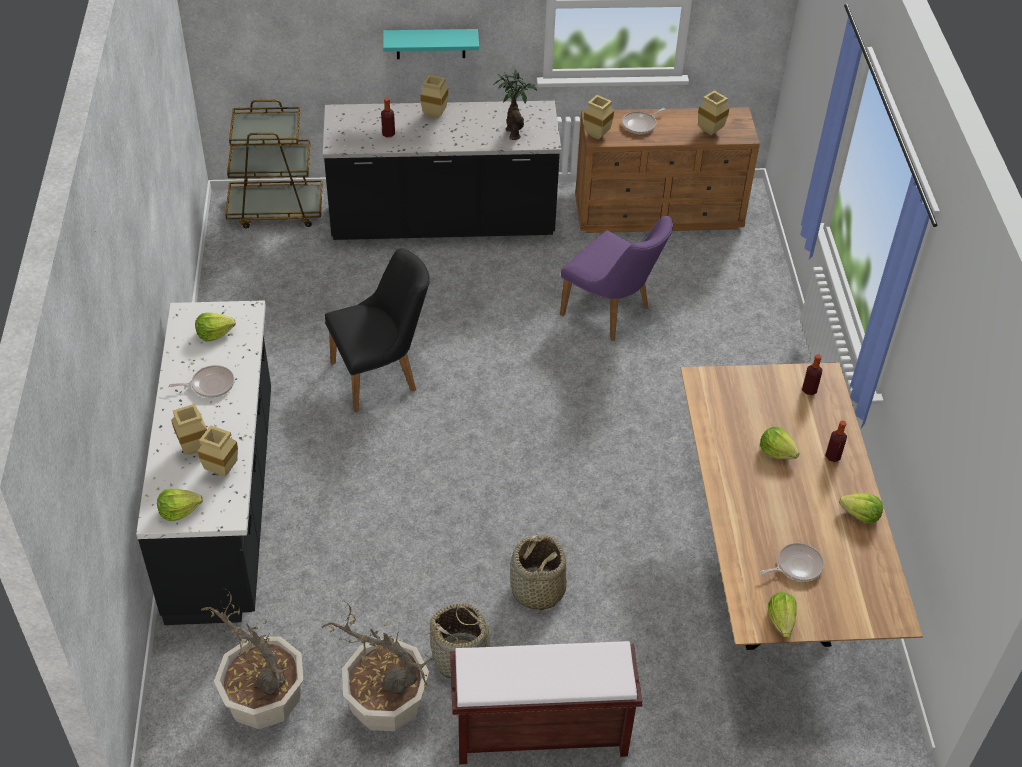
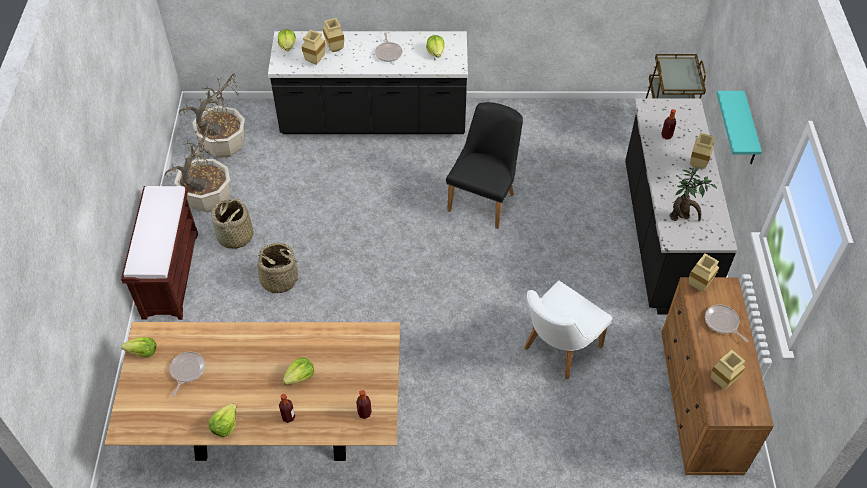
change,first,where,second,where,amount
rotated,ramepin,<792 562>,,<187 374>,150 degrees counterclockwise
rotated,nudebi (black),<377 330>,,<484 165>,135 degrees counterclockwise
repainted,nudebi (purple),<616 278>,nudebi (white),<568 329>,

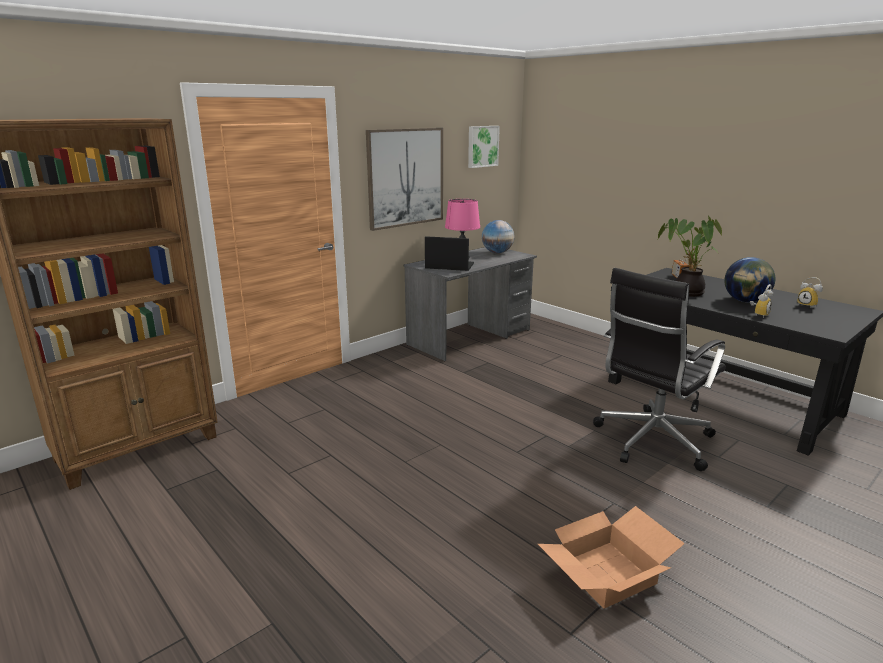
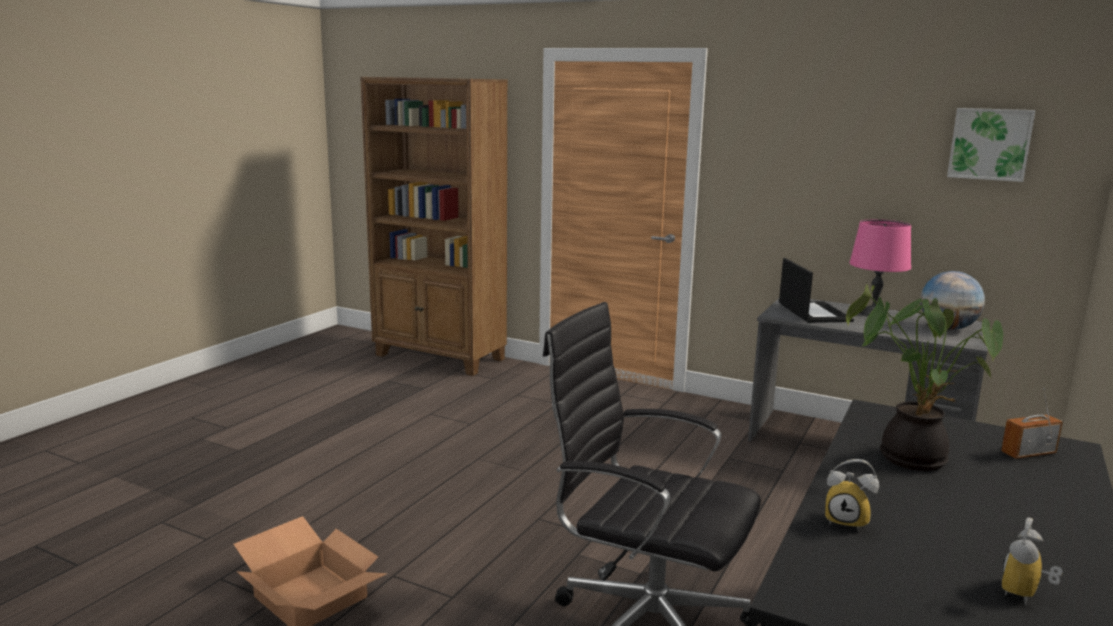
change,first,where,second,where,amount
gone,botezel,<404 179>,,,
gone,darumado,<749 279>,,,

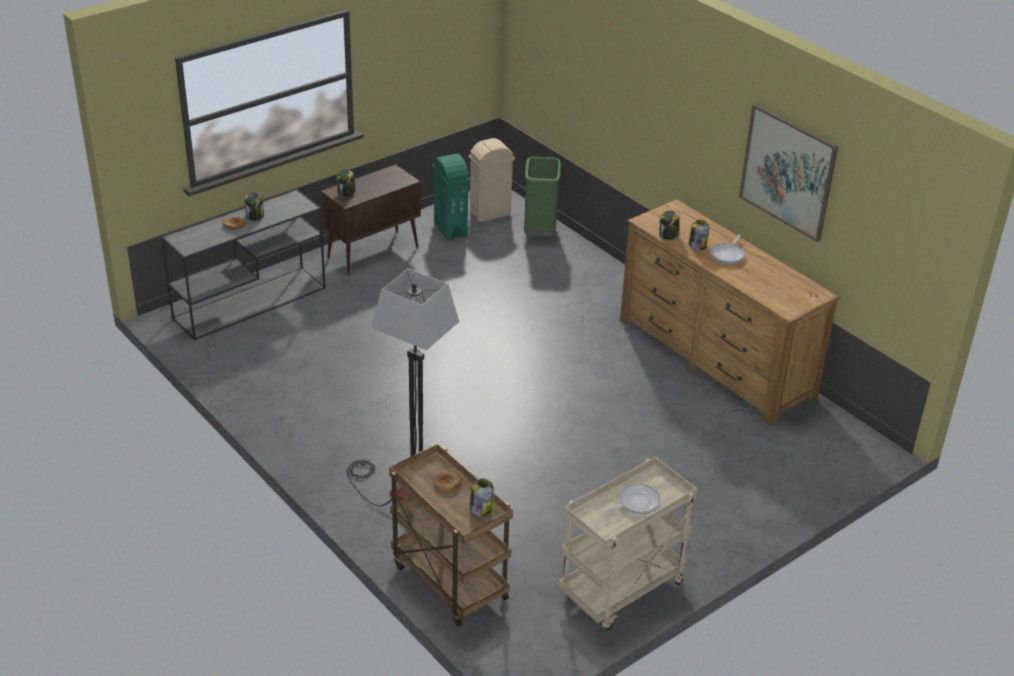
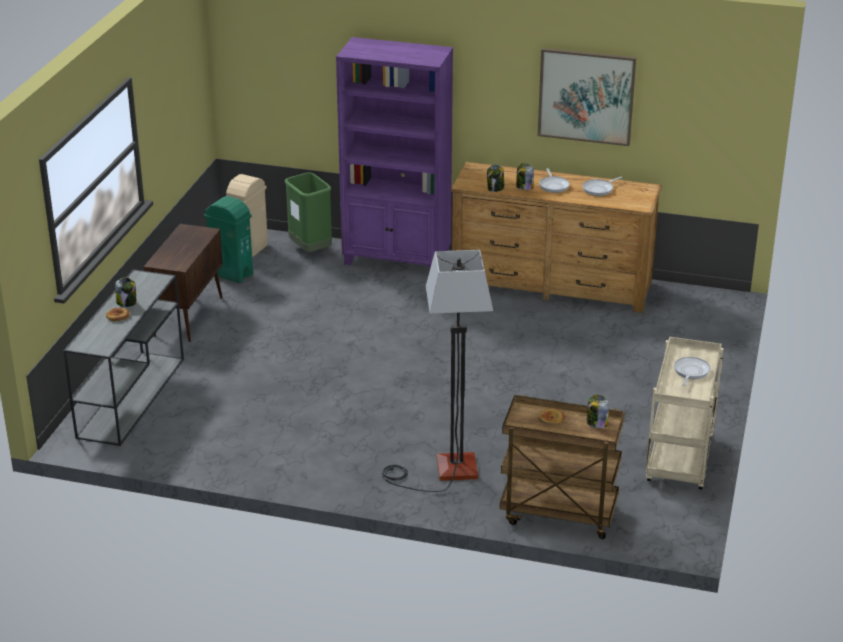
change,first,where,second,where,amount
new,,,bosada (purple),<394 153>,
new,,,ramepin,<602 186>,
gone,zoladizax,<346 183>,,,

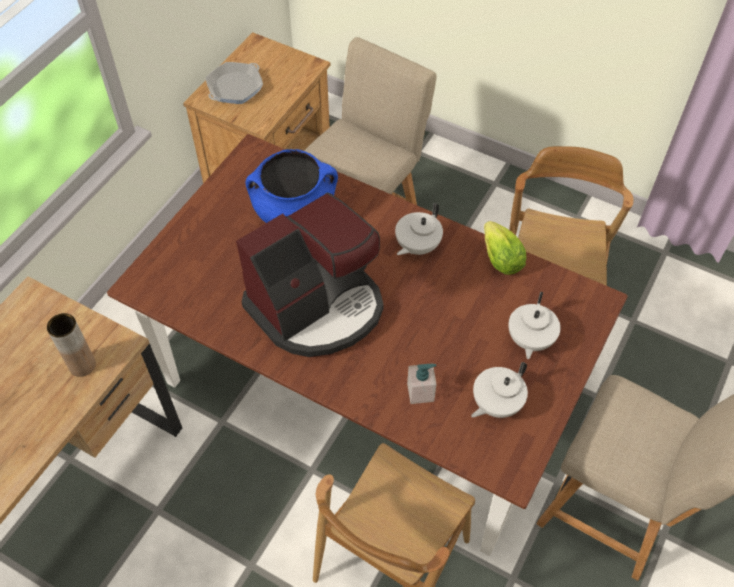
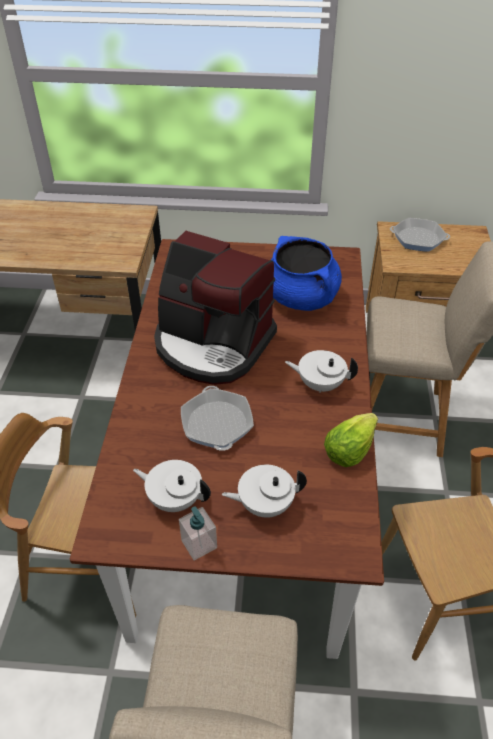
change,first,where,second,where,amount
shifted,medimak,<422 384>,,<198 533>,
new,,,ramepin,<217 418>,
gone,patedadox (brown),<71 345>,,,

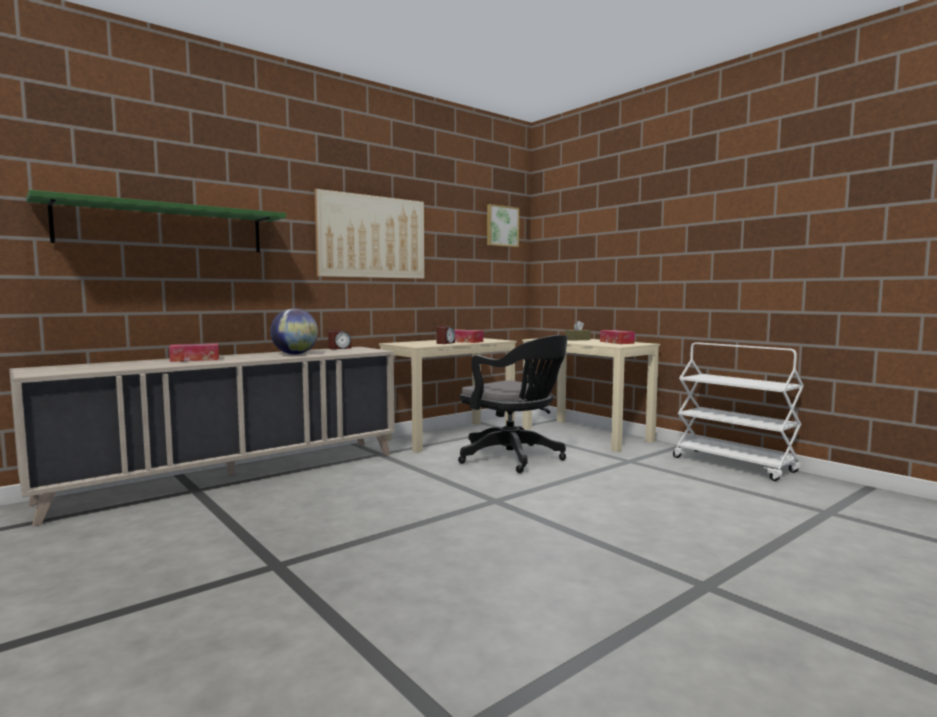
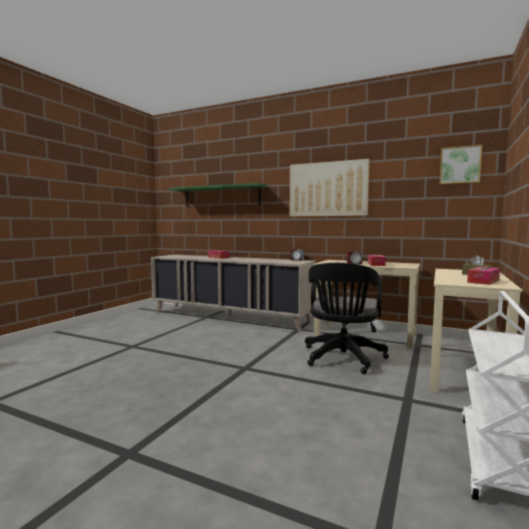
change,first,where,second,where,amount
gone,darumado,<294 331>,,,

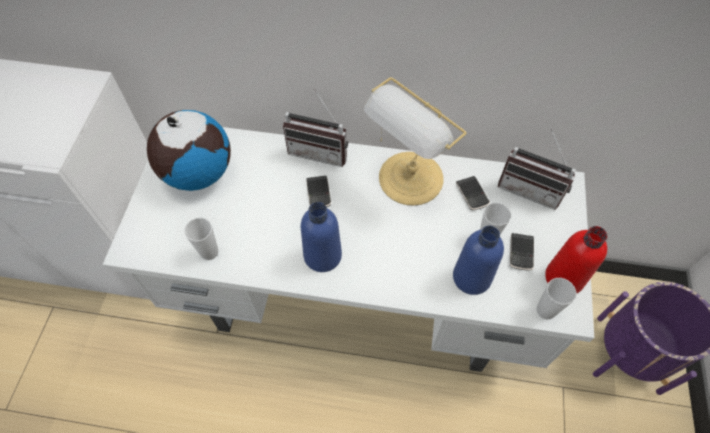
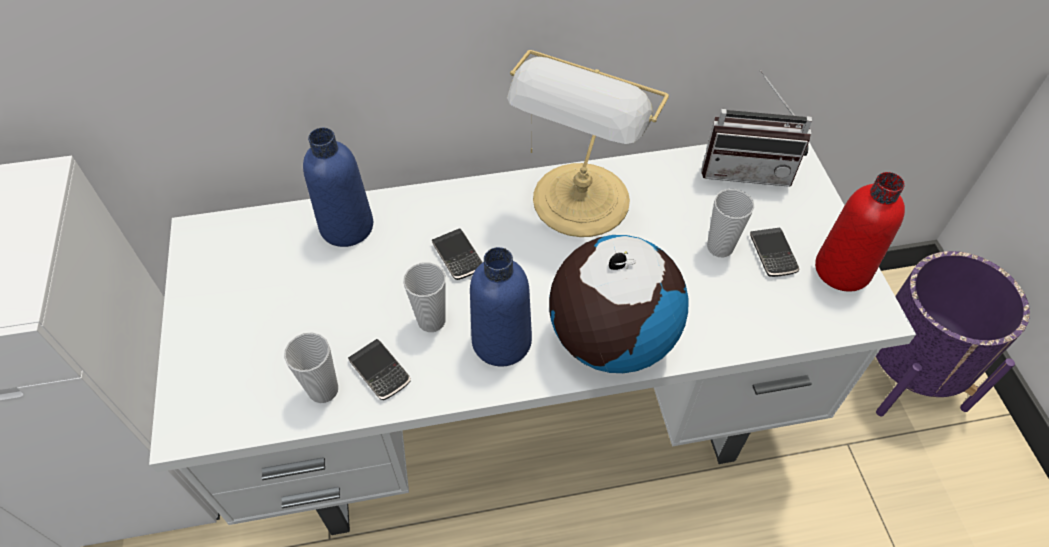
change,first,where,second,where,amount
shifted,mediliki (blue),<478 260>,,<338 187>,
shifted,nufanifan,<473 193>,,<379 369>,
shifted,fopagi,<557 298>,,<424 297>,
shifted,darumado,<189 150>,,<618 304>,
gone,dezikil,<315 128>,,,

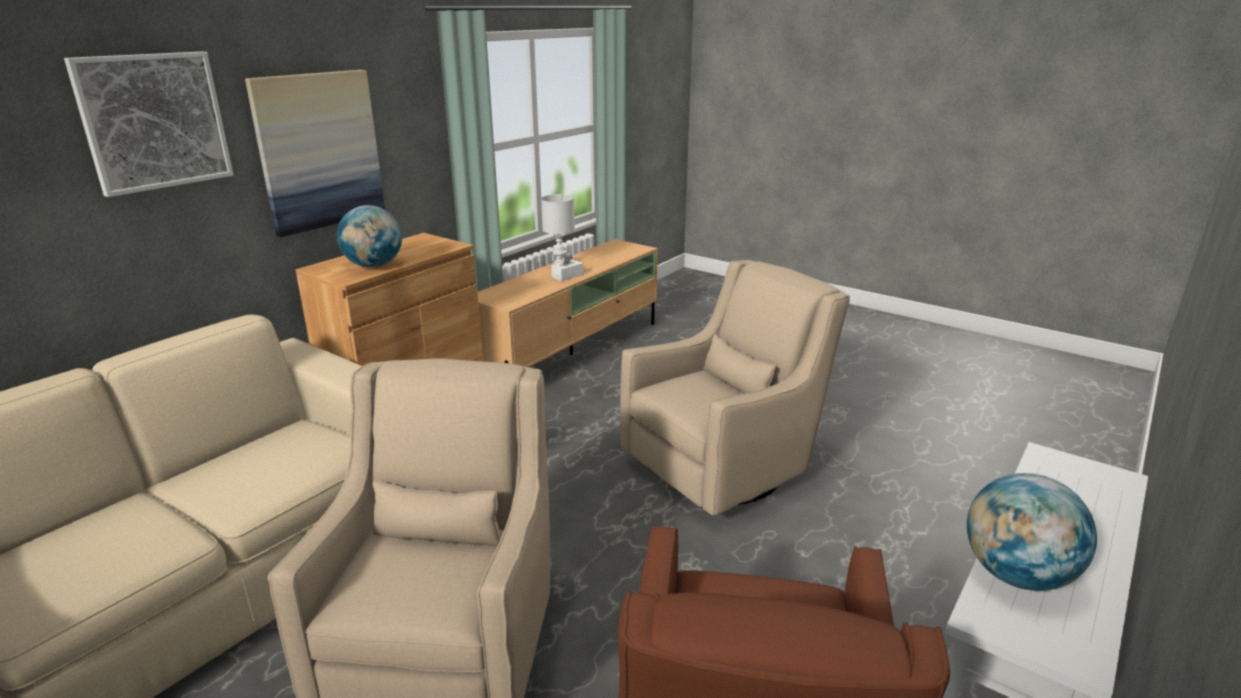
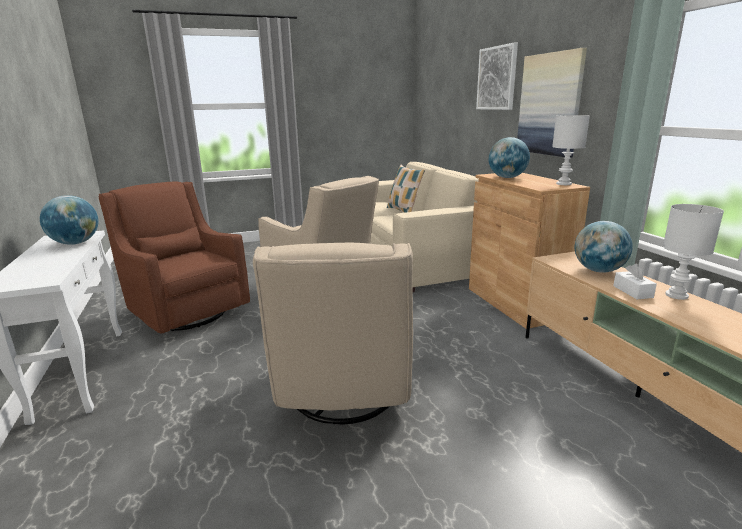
change,first,where,second,where,amount
new,,,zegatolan,<406 189>,
new,,,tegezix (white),<571 150>,
new,,,darumado,<604 247>,

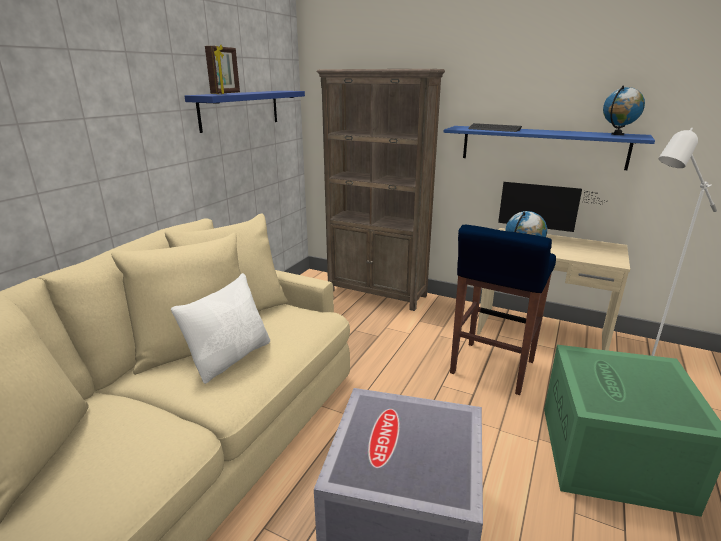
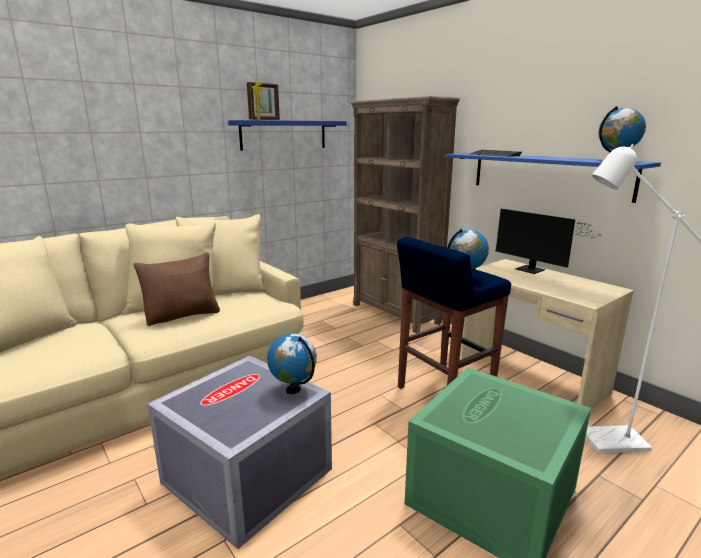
change,first,where,second,where,amount
repainted,zegatolan (white),<220 328>,zegatolan (brown),<176 289>,
new,,,darumado,<292 363>,

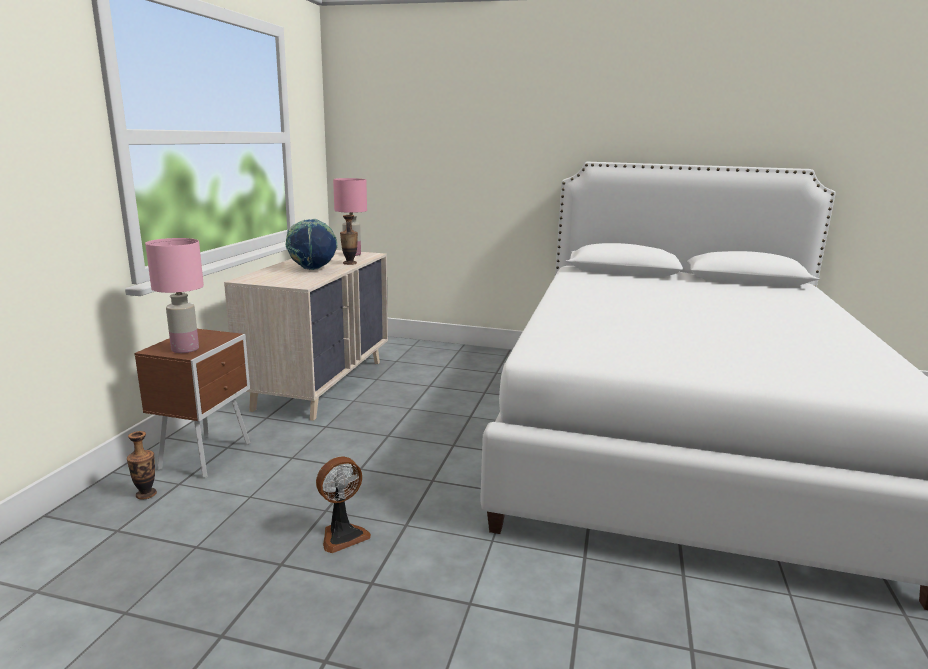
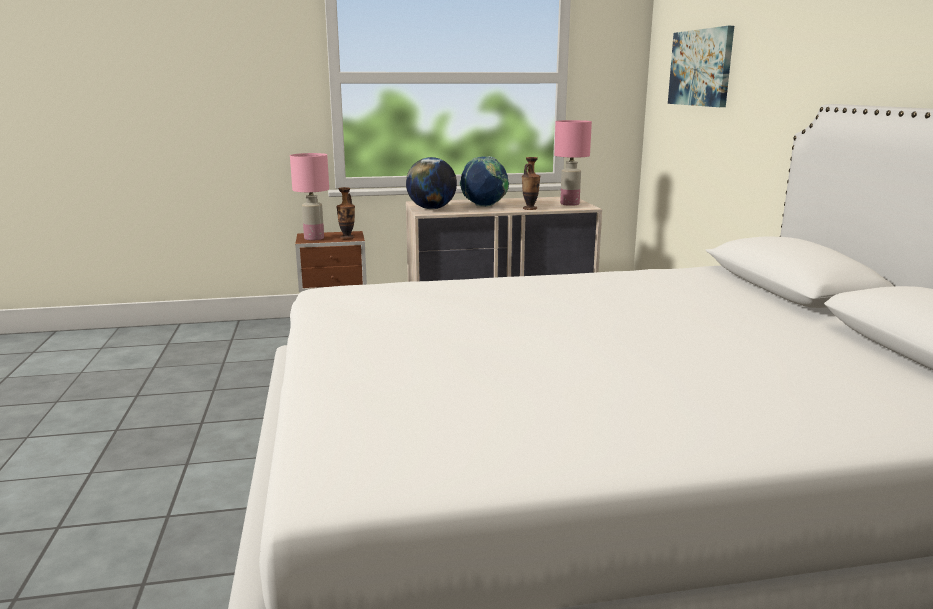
change,first,where,second,where,amount
shifted,patedadox,<142 465>,,<345 213>,
new,,,darumado,<431 183>,
new,,,botezel,<701 66>,
gone,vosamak,<343 505>,,,

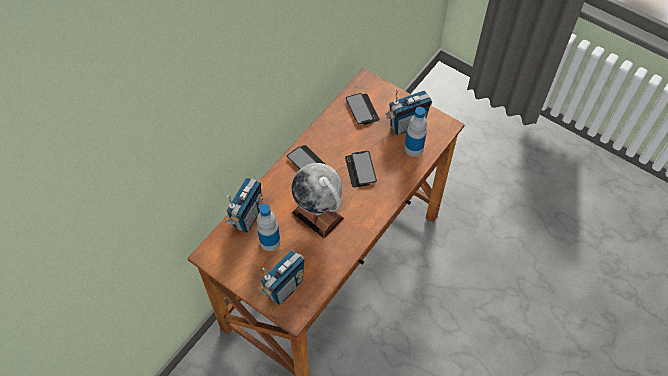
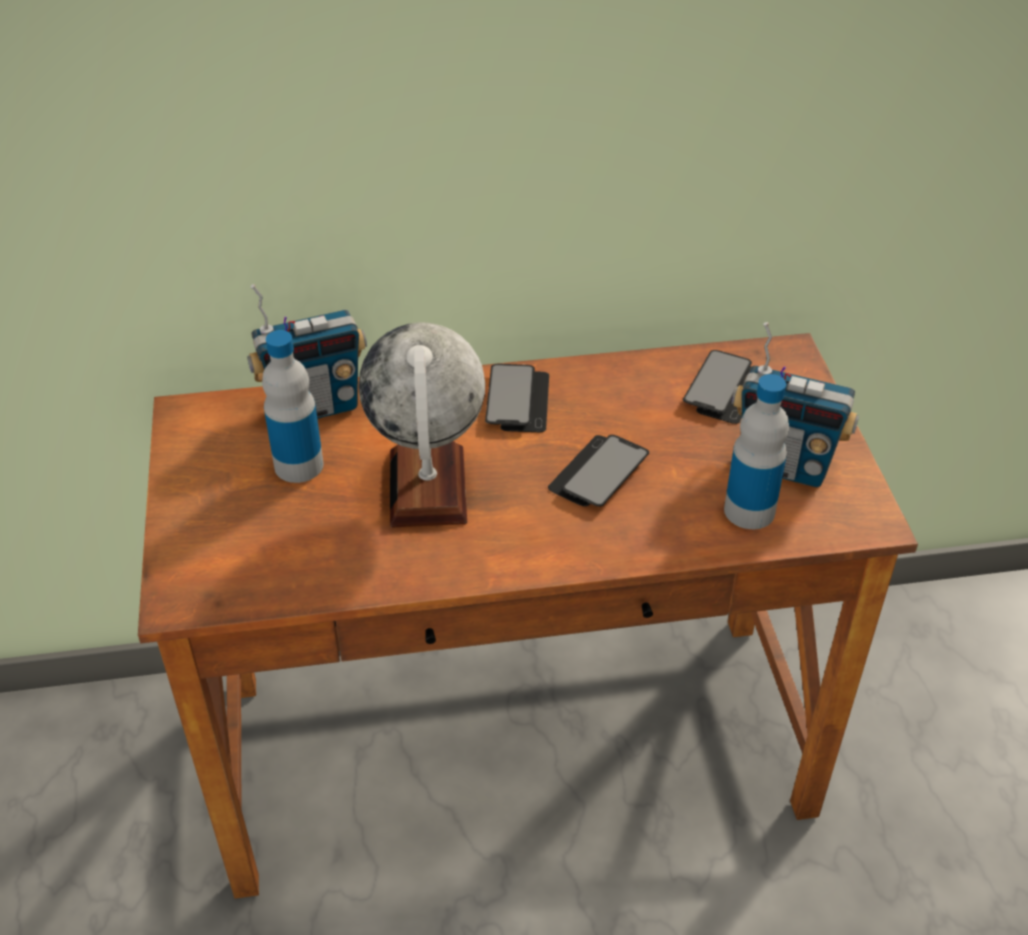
change,first,where,second,where,amount
gone,dezikil,<281 277>,,,

